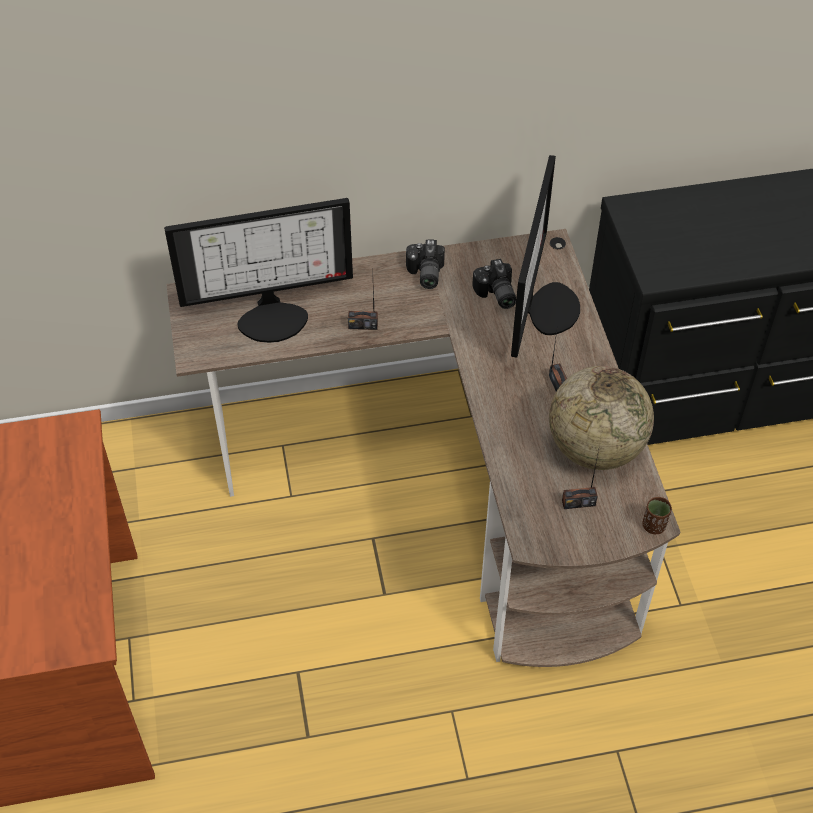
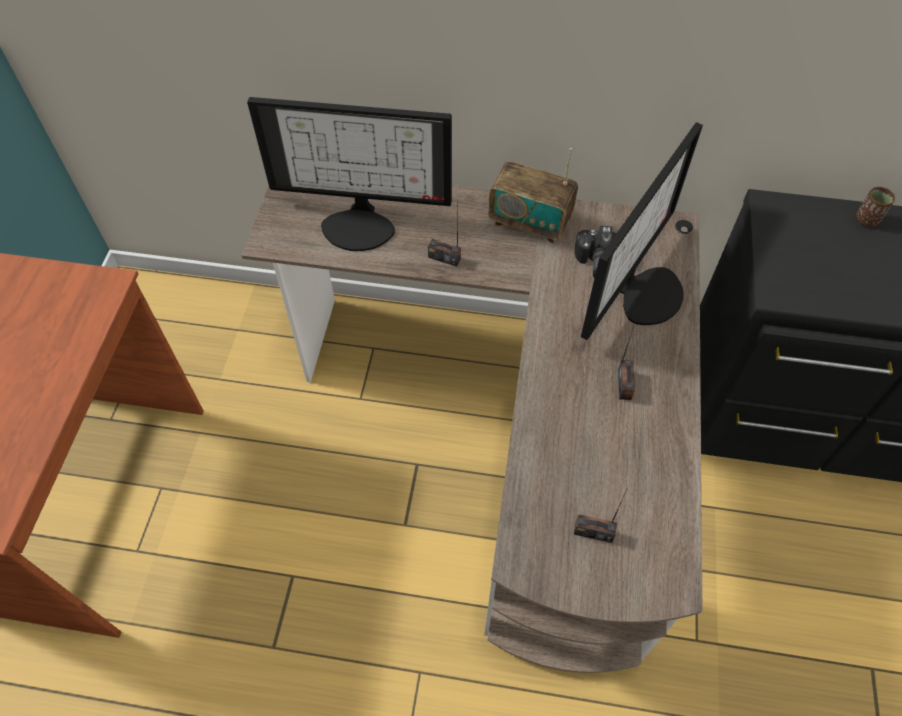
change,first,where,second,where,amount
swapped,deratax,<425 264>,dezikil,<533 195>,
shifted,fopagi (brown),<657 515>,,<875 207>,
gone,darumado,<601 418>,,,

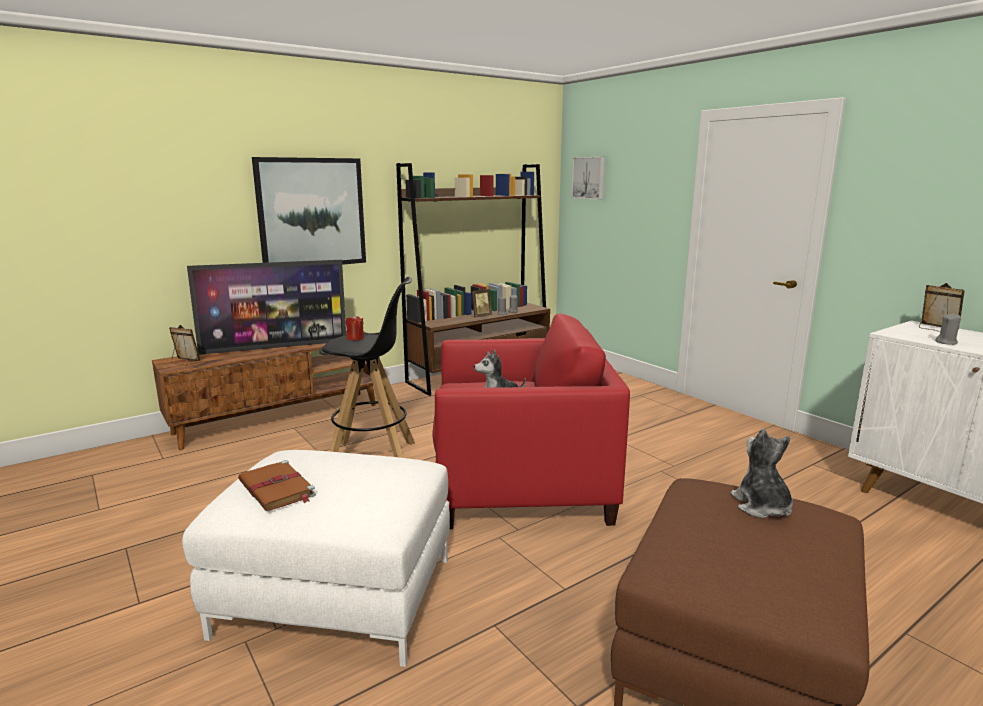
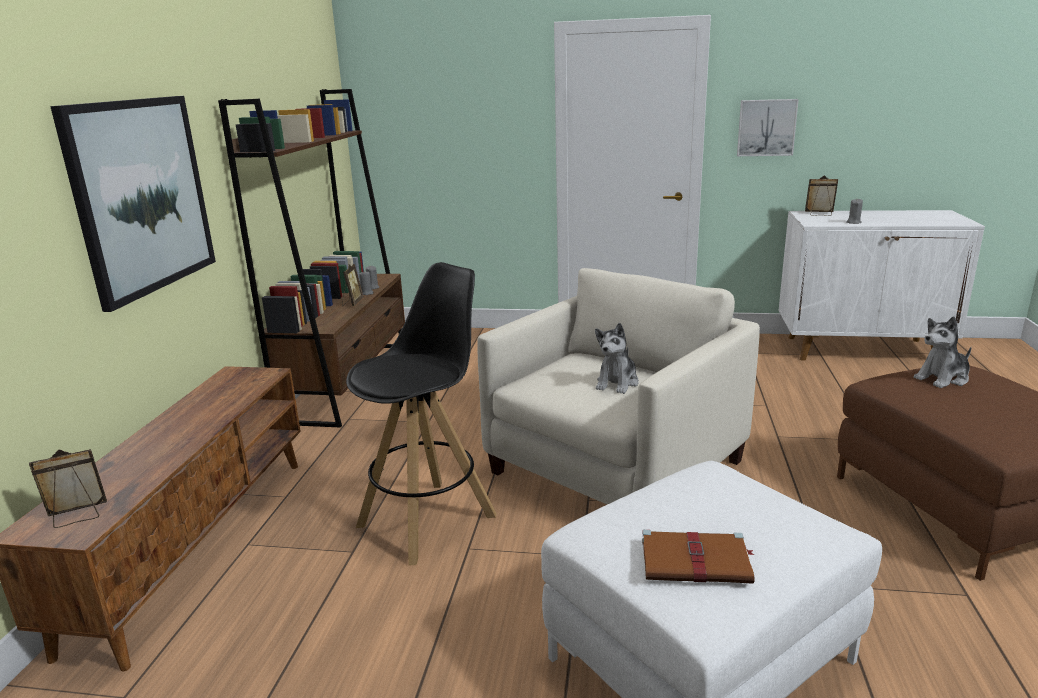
change,first,where,second,where,amount
repainted,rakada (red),<531 421>,rakada (beige),<618 386>,
shifted,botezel,<588 178>,,<768 127>,
rotated,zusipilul,<762 473>,,<942 352>,60 degrees counterclockwise
gone,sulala,<266 307>,,,
gone,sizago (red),<355 327>,,,

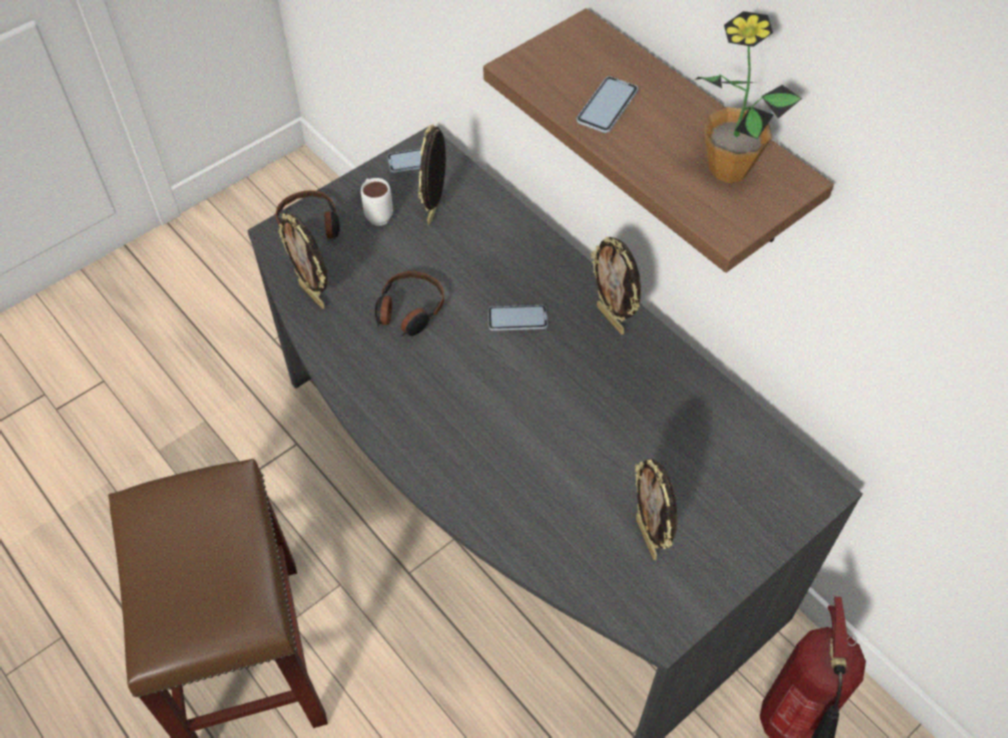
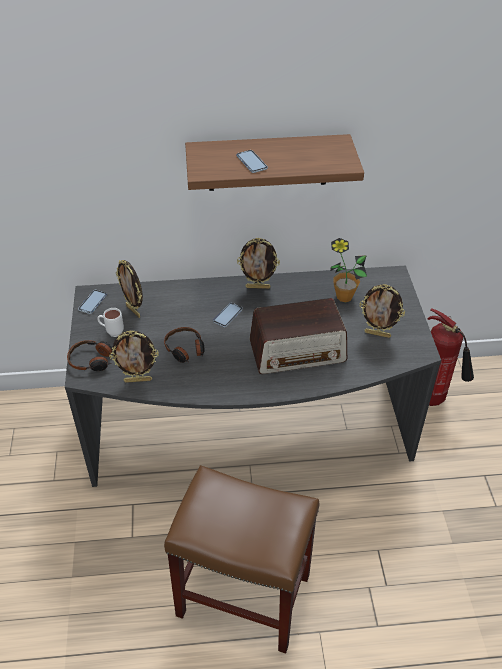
change,first,where,second,where,amount
new,,,dezikil,<298 336>,
shifted,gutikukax,<748 97>,,<348 270>,

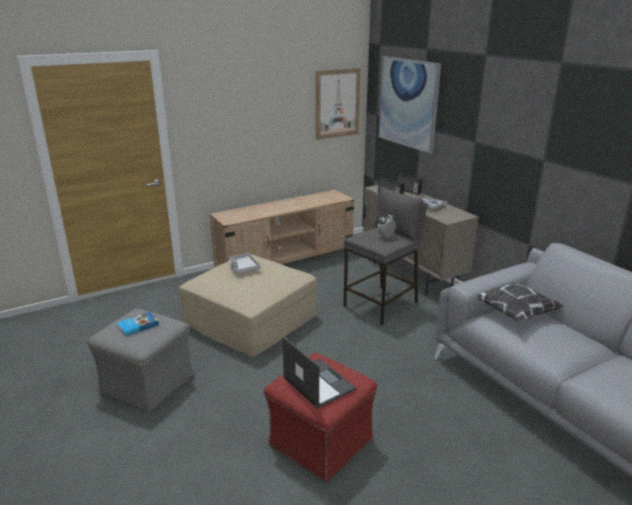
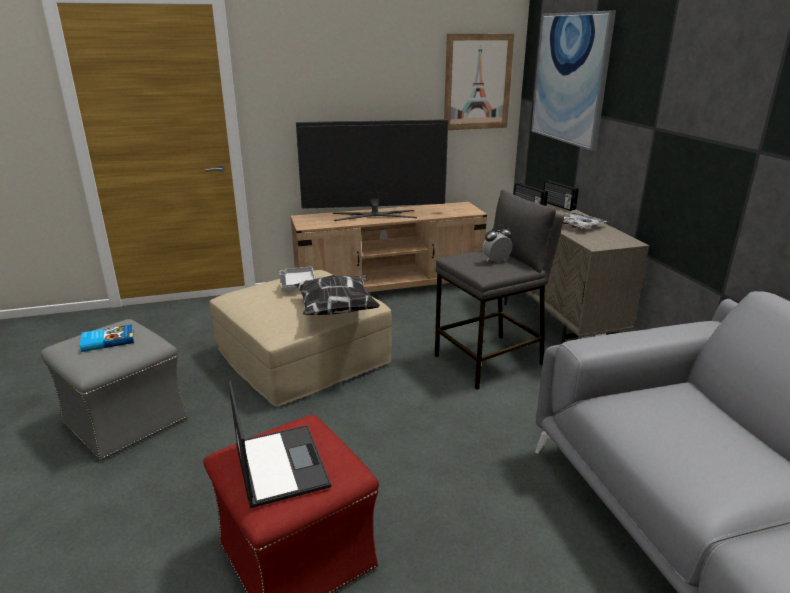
change,first,where,second,where,amount
shifted,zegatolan,<520 303>,,<337 294>,
new,,,sulala,<372 170>,

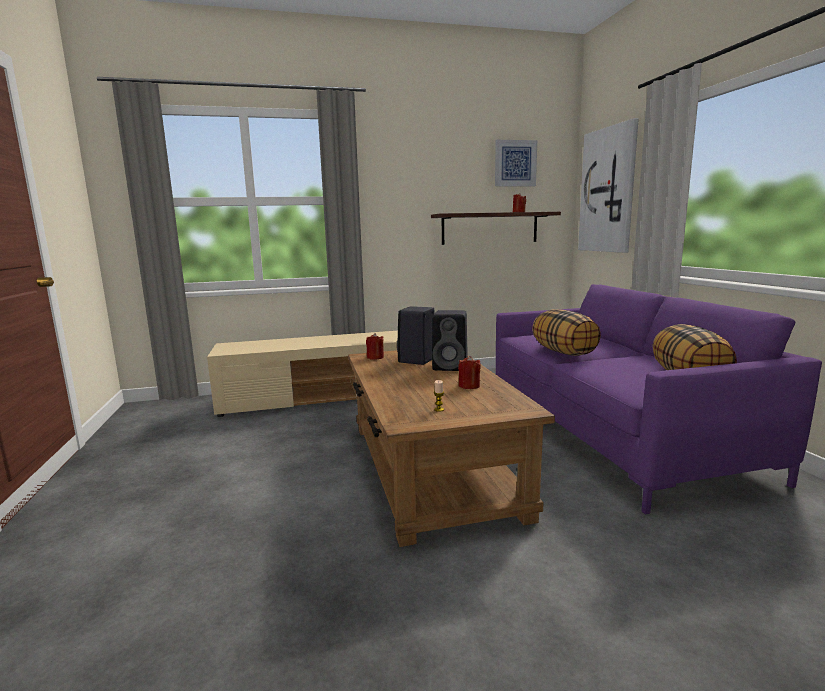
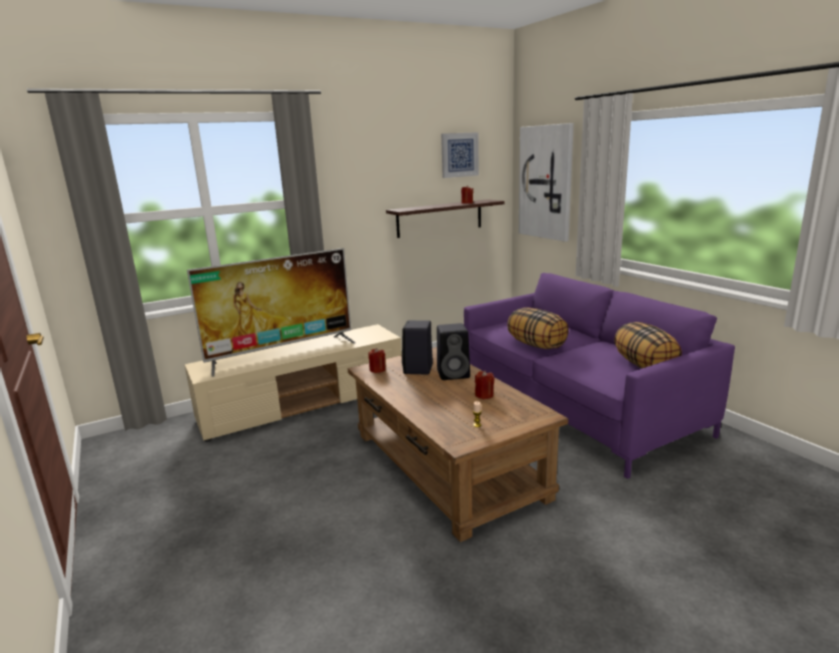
change,first,where,second,where,amount
new,,,sulala,<271 312>,

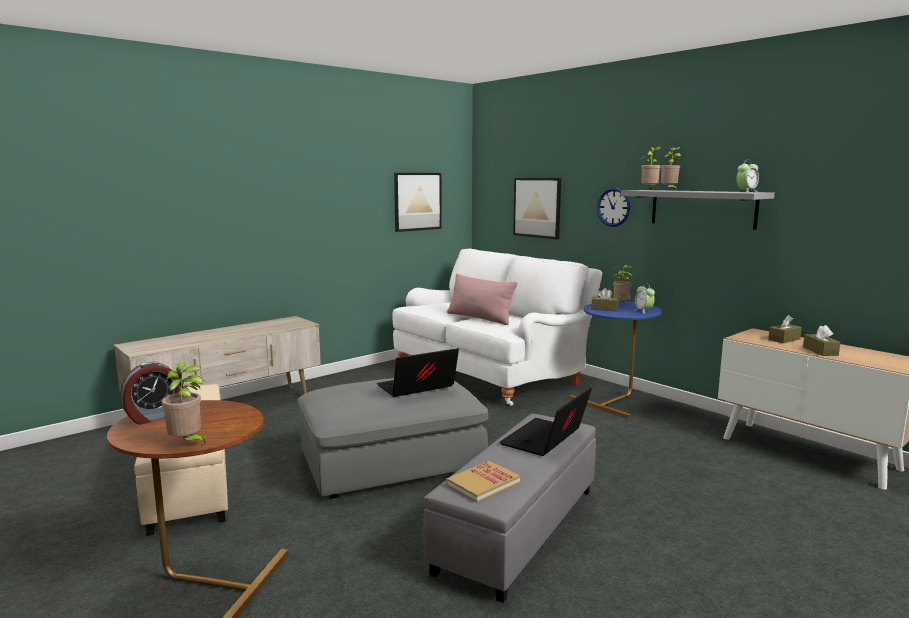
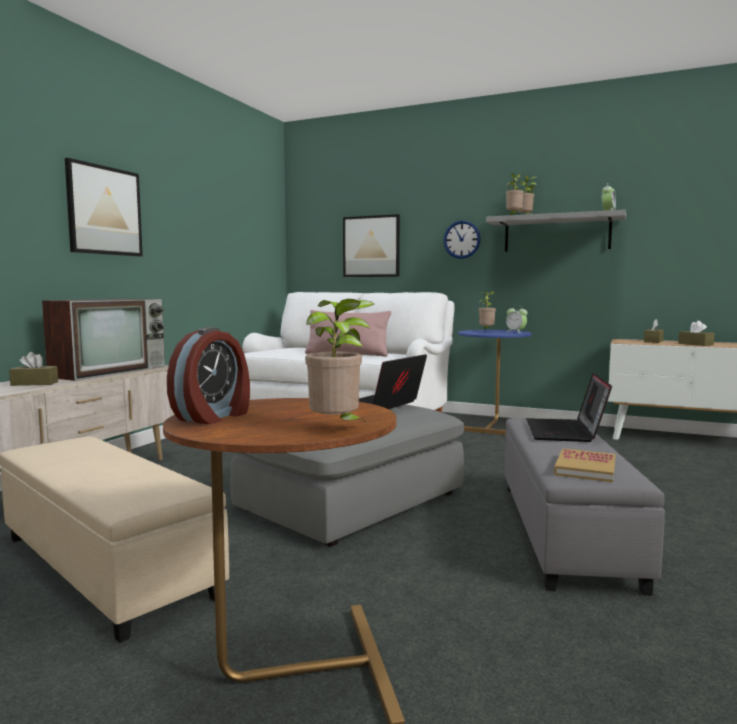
change,first,where,second,where,amount
shifted,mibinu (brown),<604 299>,,<33 369>,
new,,,sulala,<103 340>,
shifted,botezel,<418 202>,,<104 207>,

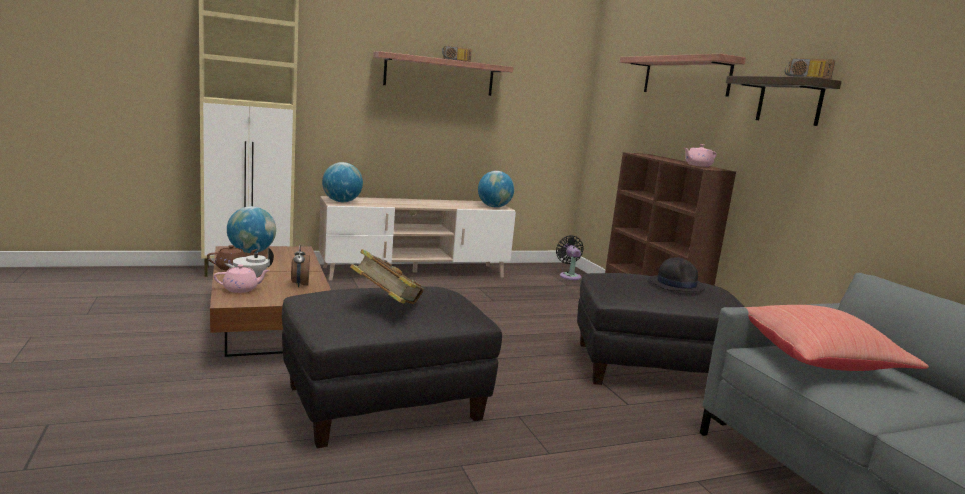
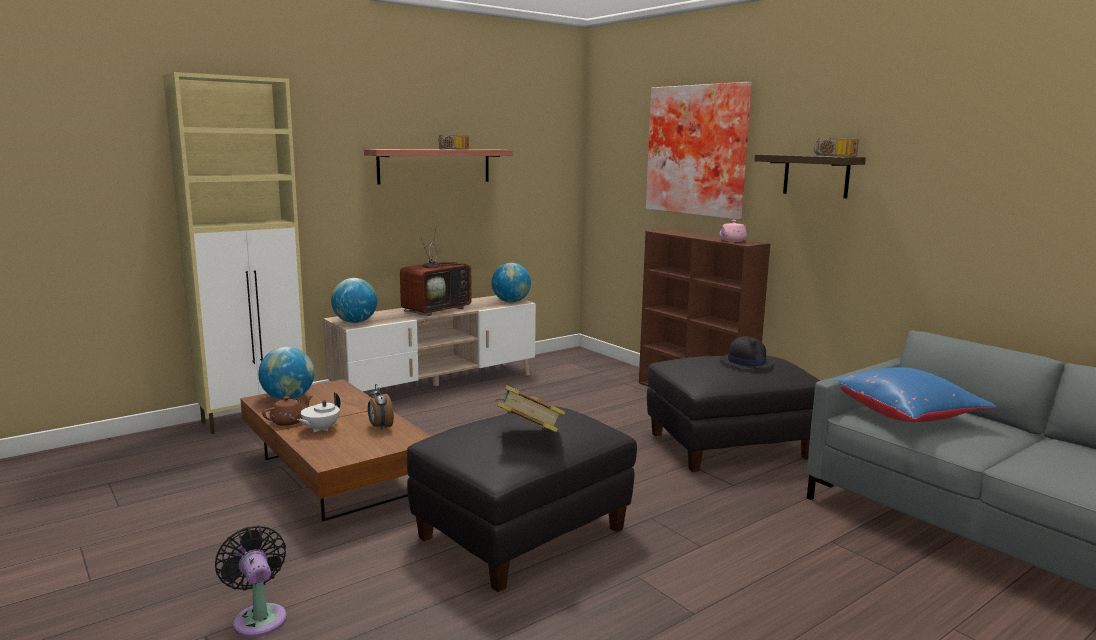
change,first,where,second,where,amount
shifted,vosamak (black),<570 257>,,<251 581>,
new,,,sulala,<436 270>,
swapped,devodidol,<683 75>,botezel,<699 151>,
repainted,zegatolan (red),<837 338>,zegatolan (blue),<915 394>,
gone,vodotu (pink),<241 278>,,,

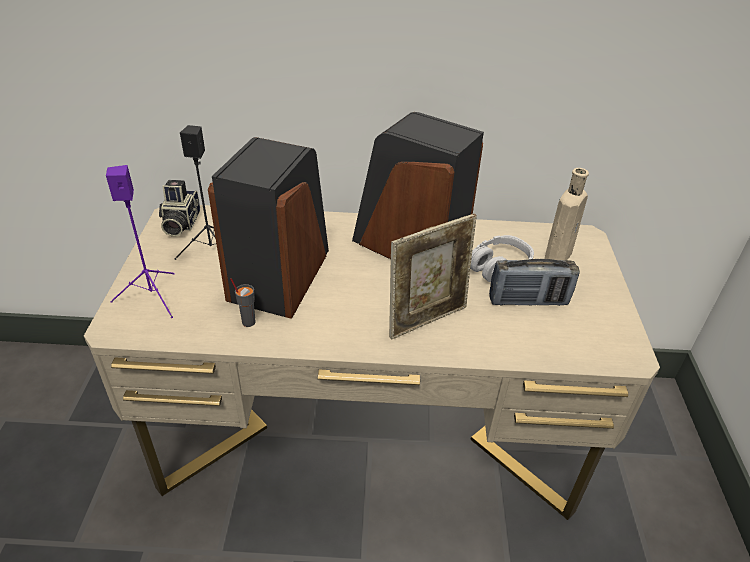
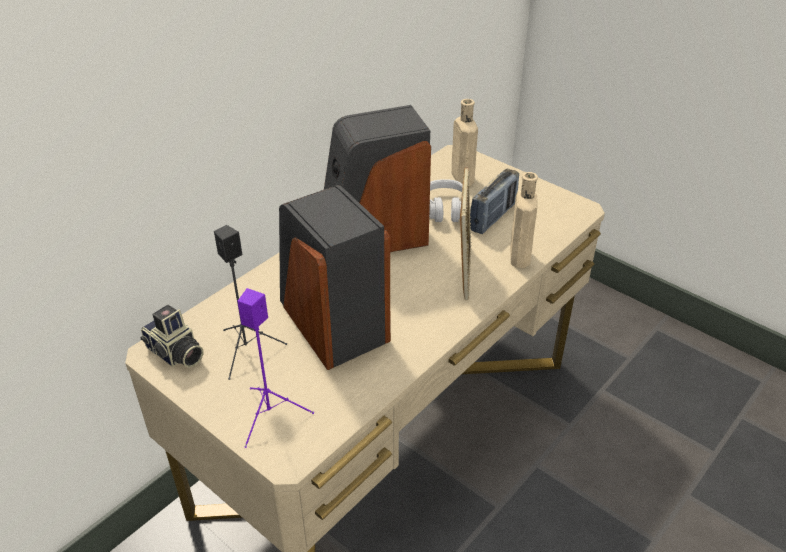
change,first,where,second,where,amount
new,,,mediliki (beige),<524 220>,
gone,fopagi (grey),<243 302>,,,

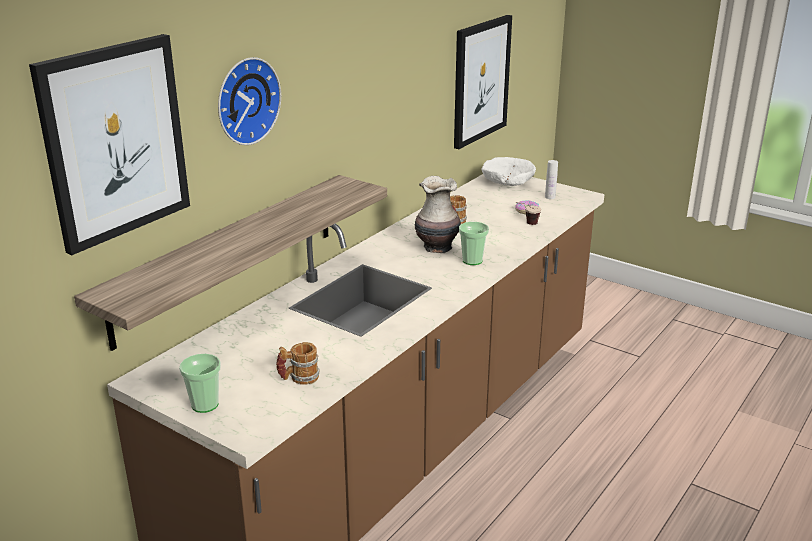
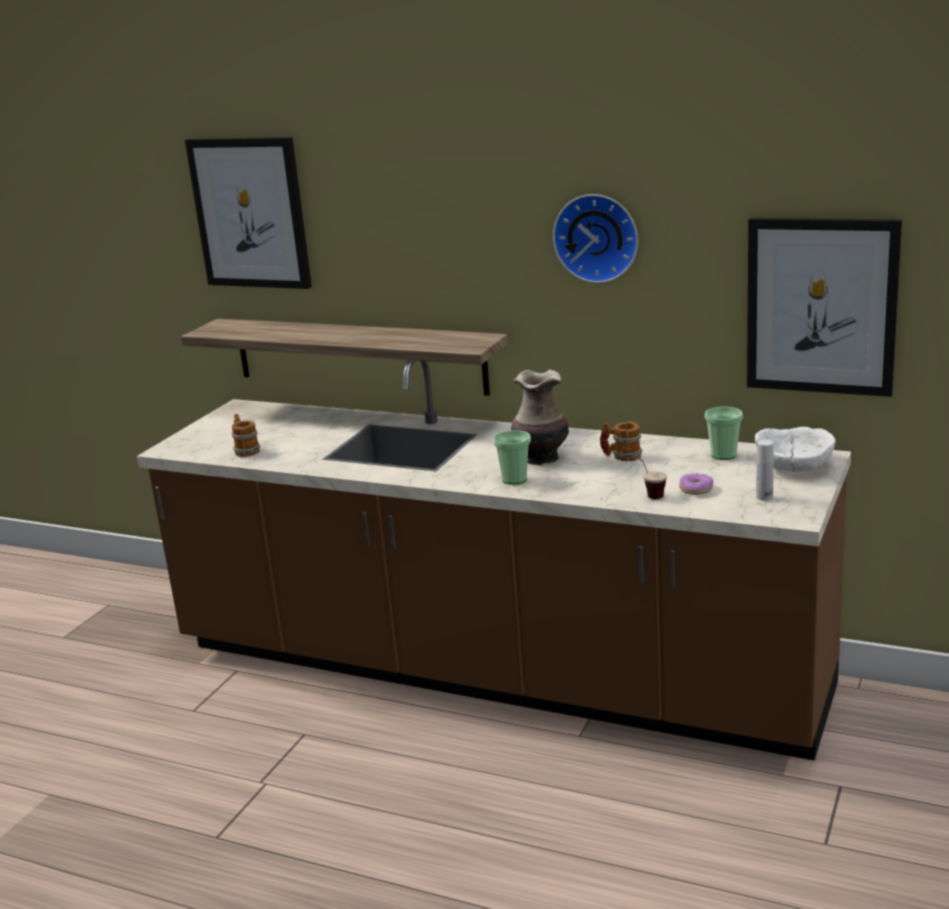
change,first,where,second,where,amount
shifted,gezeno,<249 101>,,<595 238>,
shifted,fopagi,<200 383>,,<724 433>,

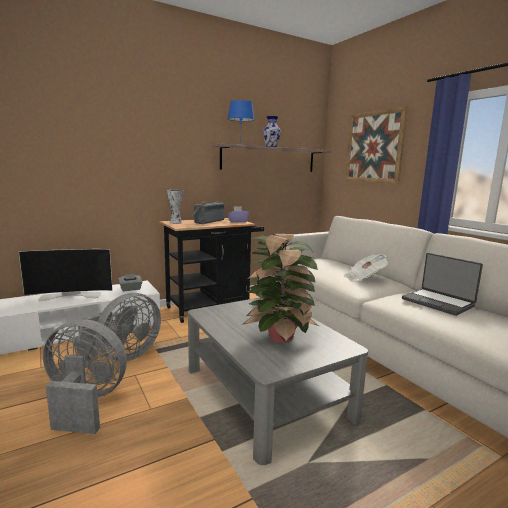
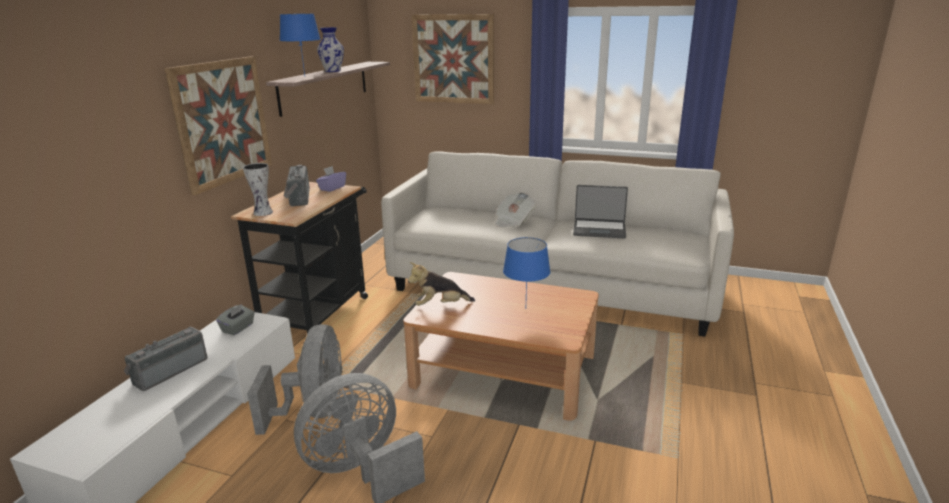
change,first,where,second,where,amount
swapped,sulala,<66 275>,dezikil,<165 359>,
new,,,botezel,<218 125>,
repainted,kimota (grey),<278 381>,kimota (brown),<501 346>,
new,,,zusipilul,<441 284>,
swapped,gutikukax,<281 288>,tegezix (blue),<526 266>,

